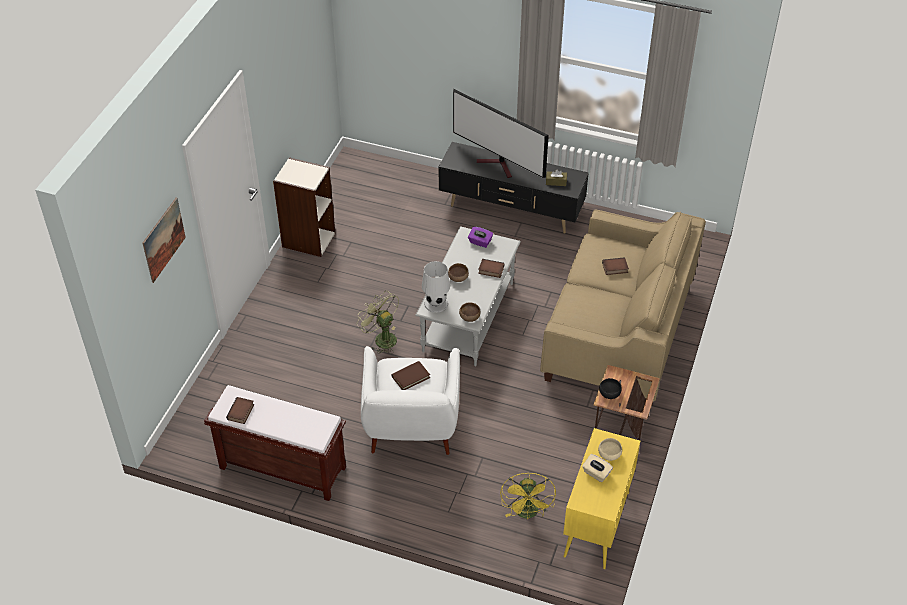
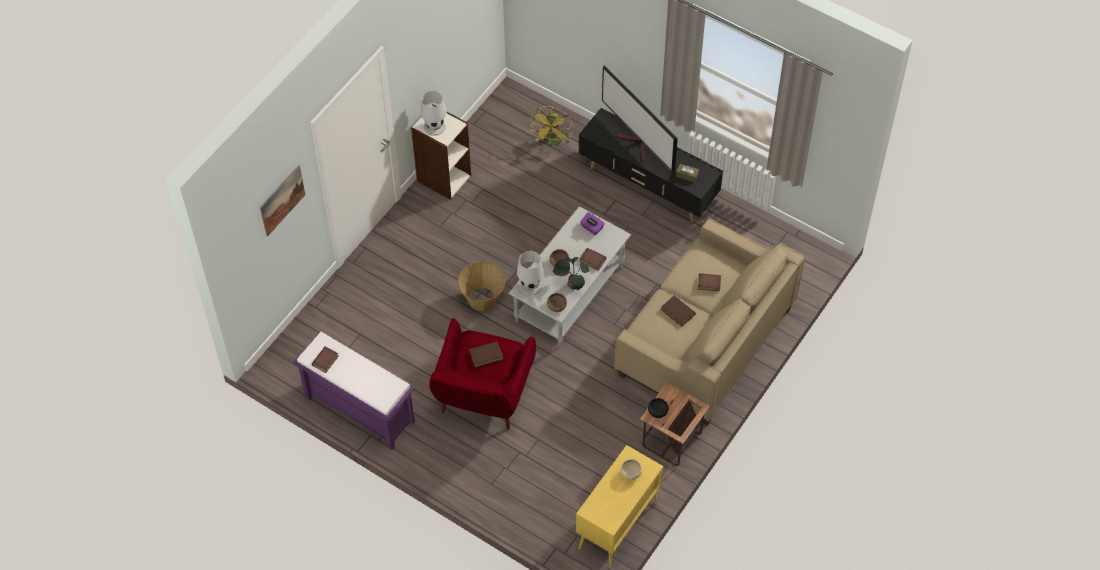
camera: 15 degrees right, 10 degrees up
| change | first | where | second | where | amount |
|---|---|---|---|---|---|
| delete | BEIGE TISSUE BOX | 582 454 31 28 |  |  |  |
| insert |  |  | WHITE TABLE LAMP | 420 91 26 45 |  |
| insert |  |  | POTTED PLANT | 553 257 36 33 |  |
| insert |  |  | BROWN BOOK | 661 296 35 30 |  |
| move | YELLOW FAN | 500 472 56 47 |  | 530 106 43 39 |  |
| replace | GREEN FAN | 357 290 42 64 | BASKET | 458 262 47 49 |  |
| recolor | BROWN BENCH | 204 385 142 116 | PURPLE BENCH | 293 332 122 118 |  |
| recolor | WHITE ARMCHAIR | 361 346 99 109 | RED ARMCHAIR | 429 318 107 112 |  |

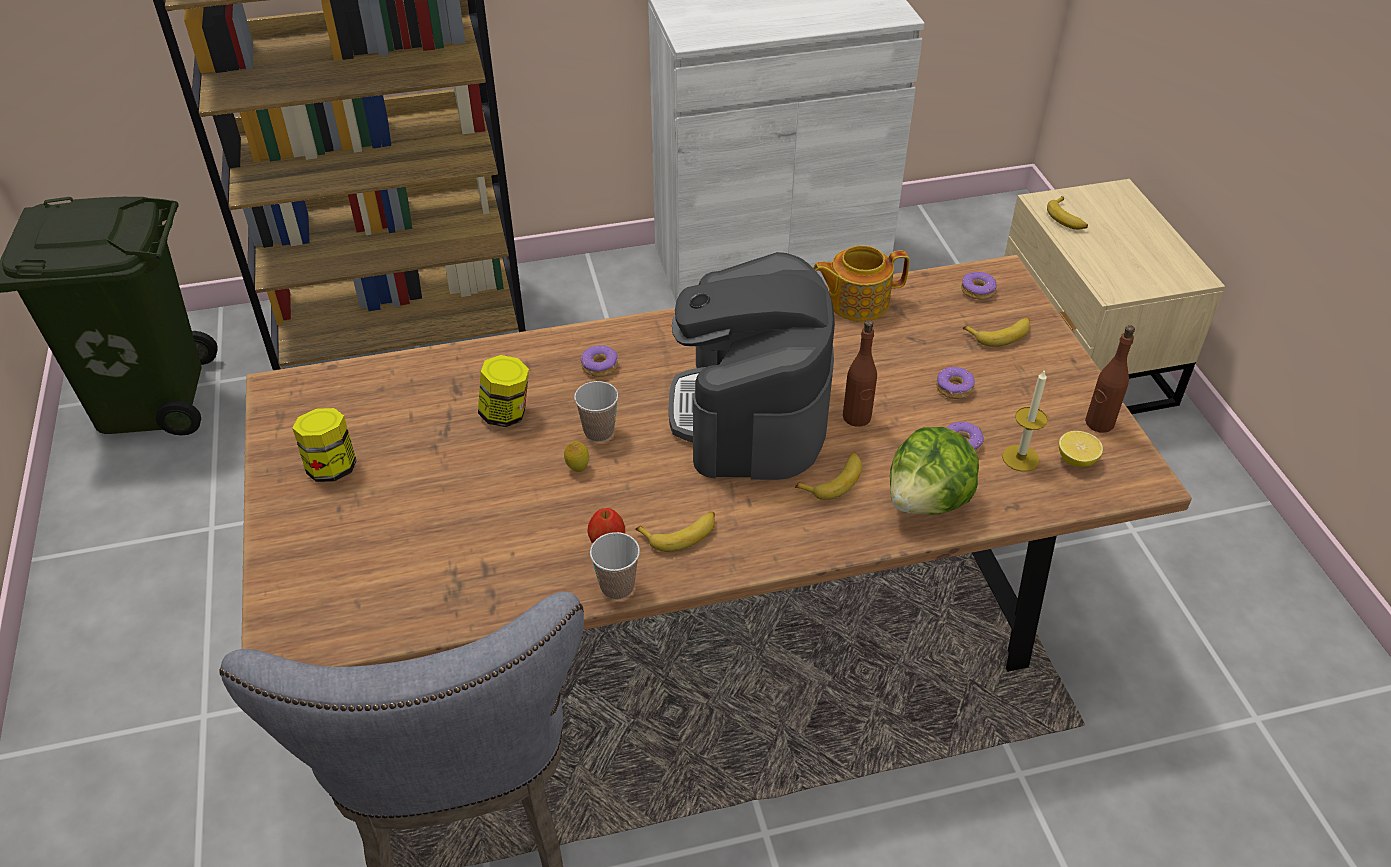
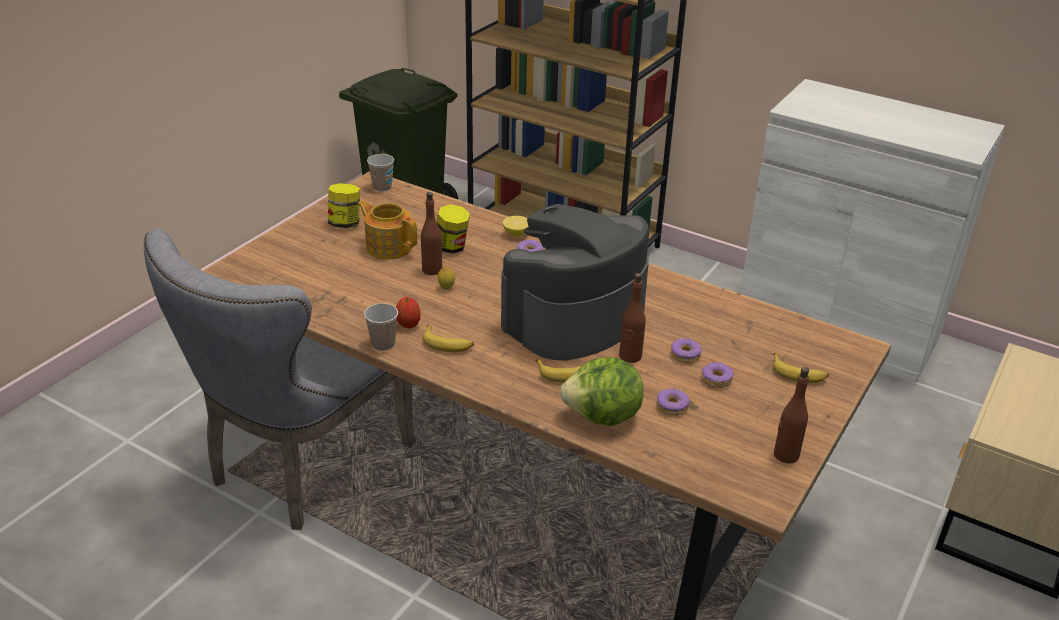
camera: 45 degrees right, 10 degrees down
| change | first | where | second | where | amount |
|---|---|---|---|---|---|
| delete | CANDLE | 1002 369 46 103 |  |  |  |
| delete | BANANA | 1047 196 41 34 |  |  |  |
| insert |  |  | BROWN BOTTLE | 421 192 21 83 |  |
| move | CUP | 574 381 44 61 |  | 367 154 27 37 |  |
| move | TEAPOT | 813 245 97 77 |  | 357 200 60 59 |  |
| move | DONUT | 961 272 36 28 |  | 671 338 31 25 |  |
| move | LEMON | 1059 431 44 36 |  | 503 216 26 20 |  |

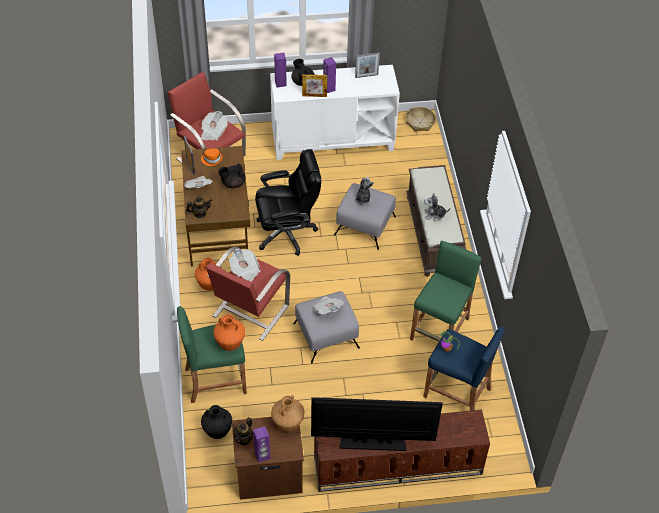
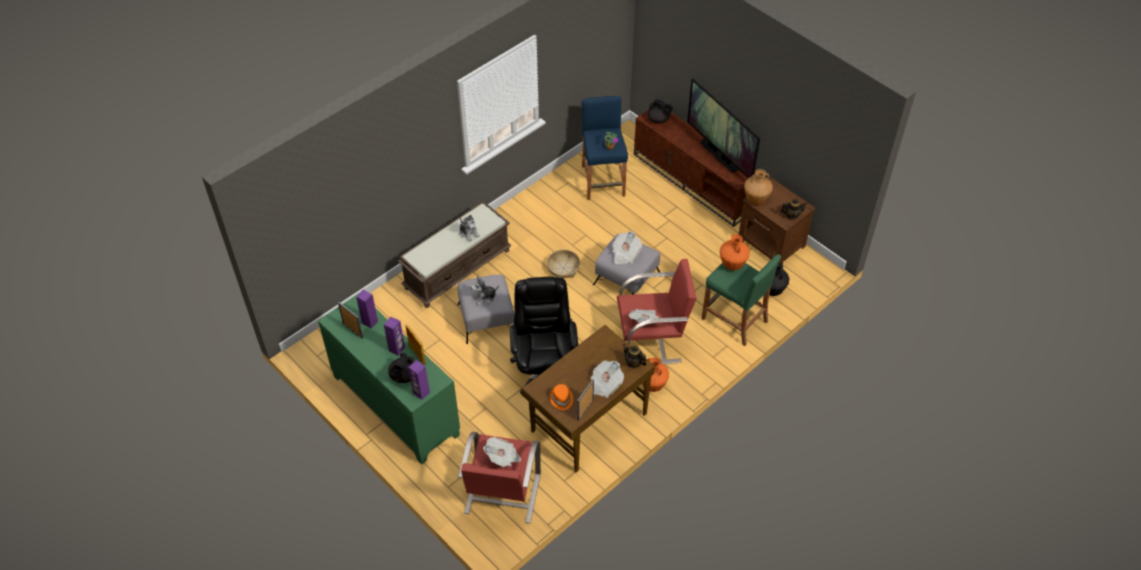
camera: 125 degrees left, 0 degrees up
| change | first | where | second | where | amount |
|---|---|---|---|---|---|
| delete | GREEN STOOL | 410 241 72 100 |  |  |  |
| move | BLACK TEAPOT | 218 163 28 25 |  | 648 99 25 24 |  |
| move | PURPLE SPEAKER | 253 426 17 36 |  | 356 290 22 38 |  |
| move | BASKET | 406 107 30 25 |  | 547 250 33 28 |  |
| recolor | WHITE CABINET | 270 65 130 95 | GREEN CABINET | 318 294 142 171 |  |
| rotate | BLACK OFFICE CHAIR | 255 149 66 107 |  | 510 277 68 118 | 45 degrees clockwise |

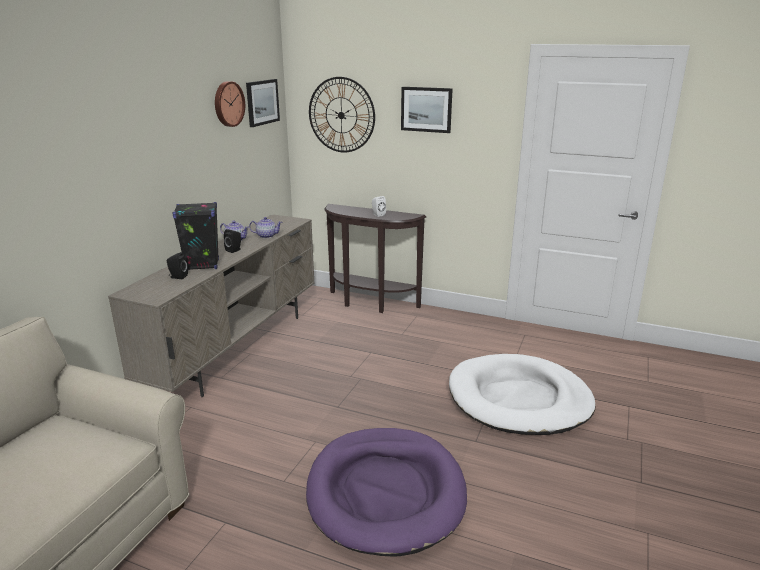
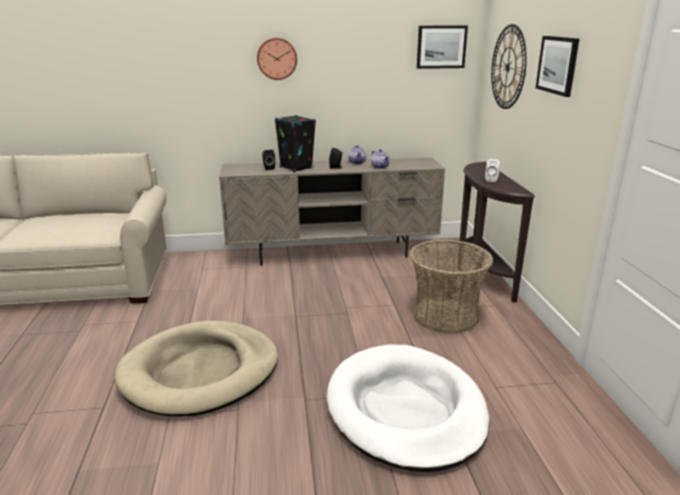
camera: 60 degrees right, 0 degrees up
| change | first | where | second | where | amount |
|---|---|---|---|---|---|
| insert |  |  | BASKET | 409 239 84 94 |  |
| move | WALL CLOCK | 215 81 30 46 |  | 257 38 40 42 |  |
| recolor | PURPLE DOG BED | 306 428 161 128 | BEIGE DOG BED | 115 321 163 95 |  |

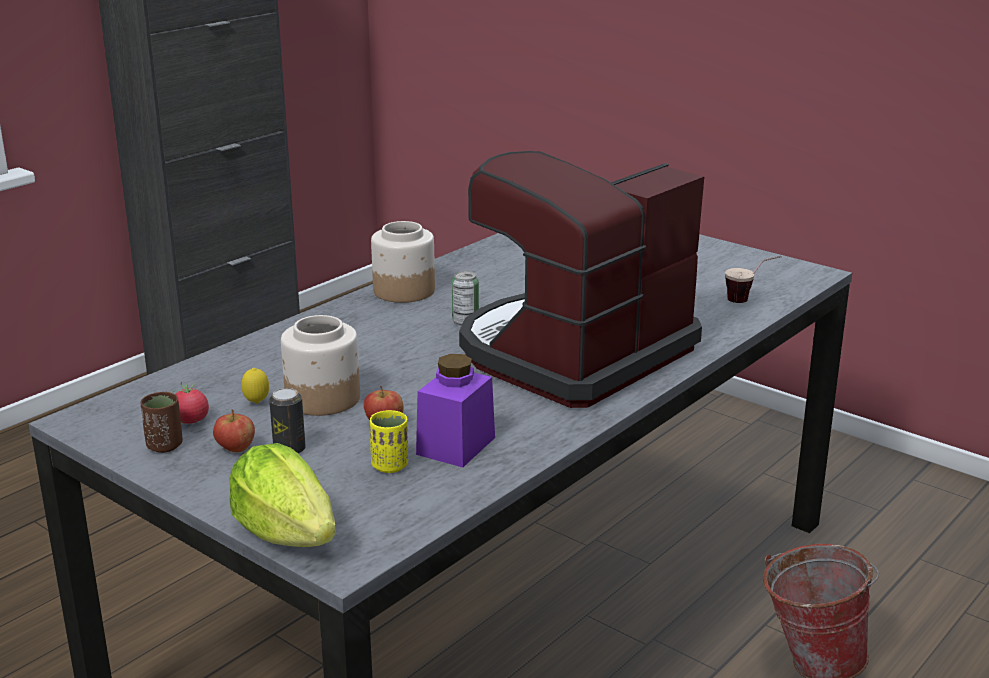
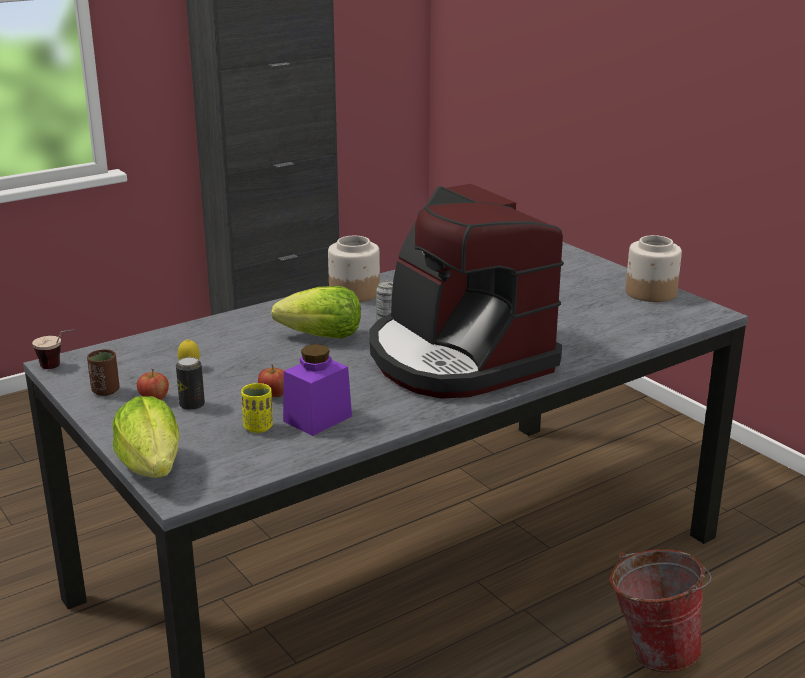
camera: 15 degrees right, 0 degrees up
| change | first | where | second | where | amount |
|---|---|---|---|---|---|
| delete | TOMATO | 175 382 34 42 |  |  |  |
| insert |  |  | LETTUCE | 271 286 90 52 |  |
| move | JAR | 281 315 79 101 |  | 626 235 56 67 |  |
| move | CUP | 725 256 56 47 |  | 32 329 43 40 |  |
| rotate | COFFEE MACHINE | 459 151 245 257 |  | 370 184 194 215 | 90 degrees counterclockwise |

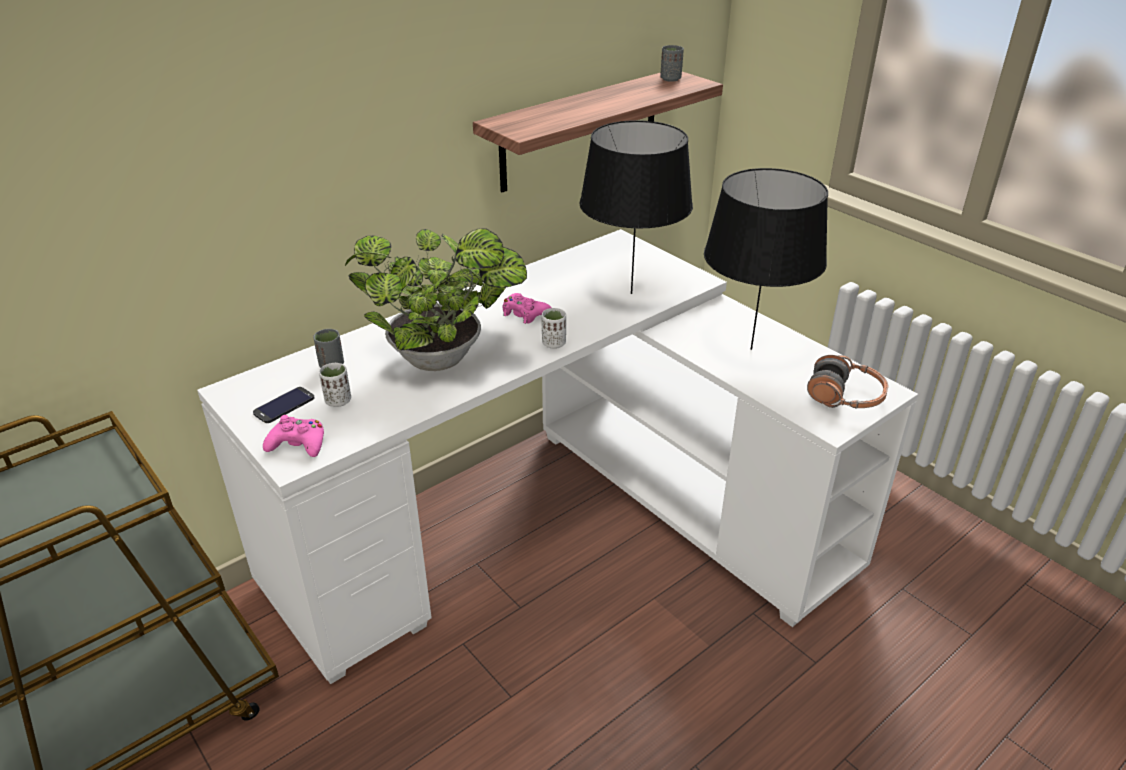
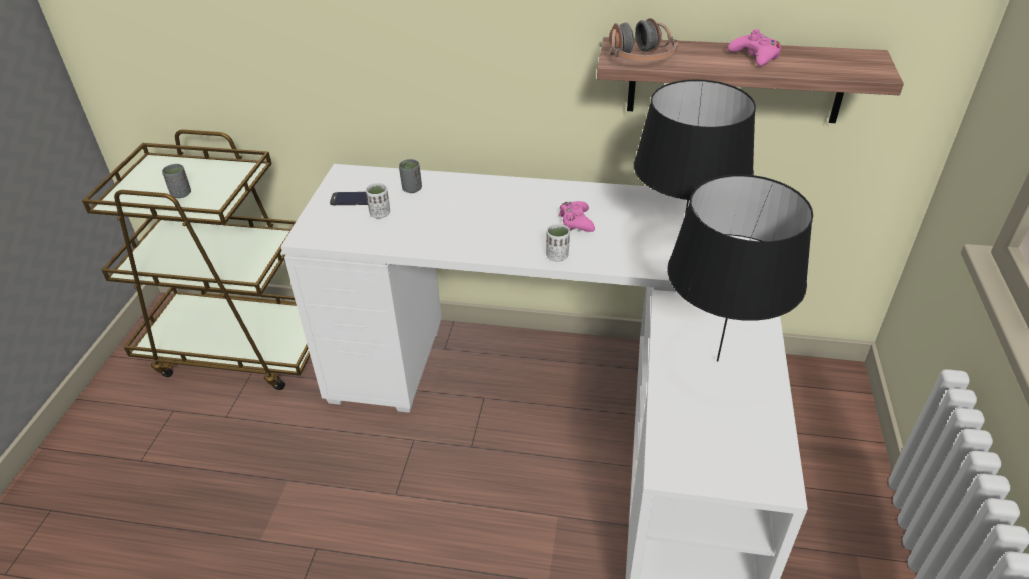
camera: 50 degrees right, 5 degrees up
| change | first | where | second | where | amount |
|---|---|---|---|---|---|
| delete | POTTED PLANT | 345 228 182 143 |  |  |  |
| move | PINK GAME CONTROLLER | 263 415 61 42 |  | 728 29 53 37 |  |
| move | GREY CUP | 660 45 24 37 |  | 162 164 29 34 |  |
| move | HEADPHONES | 807 355 81 54 |  | 609 18 69 44 |  |

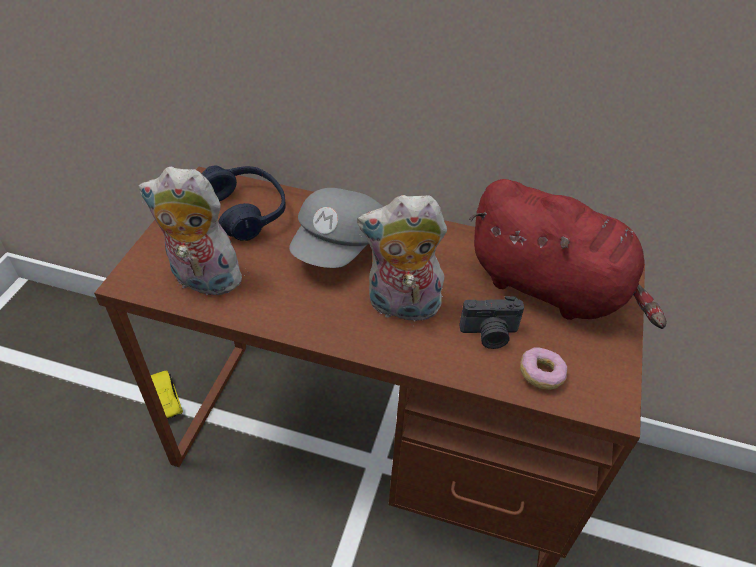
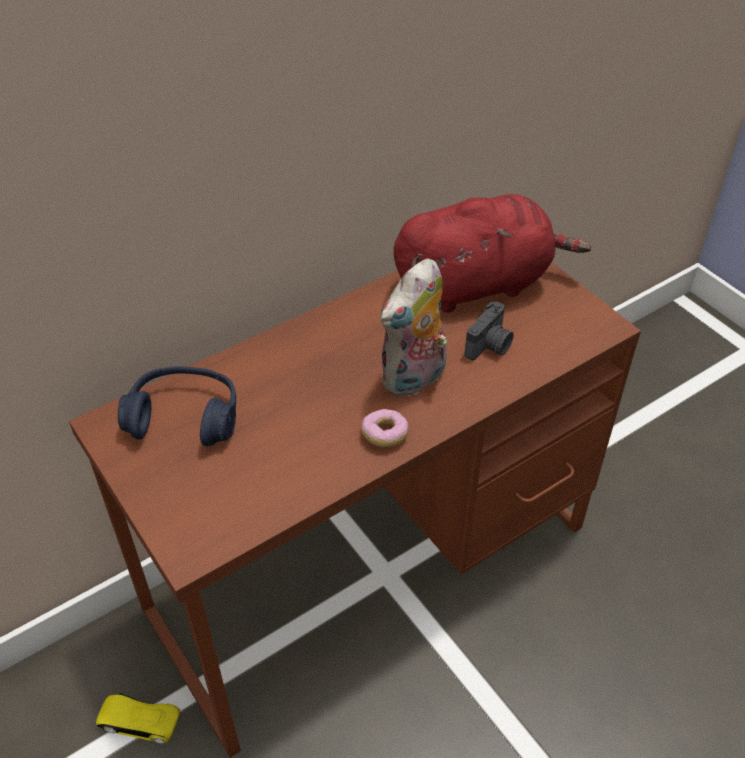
camera: 50 degrees left, 0 degrees up
| change | first | where | second | where | amount |
|---|---|---|---|---|---|
| delete | PLUSH TOY | 138 166 107 129 |  |  |  |
| delete | GREY CAP | 289 188 94 80 |  |  |  |
| move | DONUT | 520 347 47 43 |  | 361 409 48 38 |  |

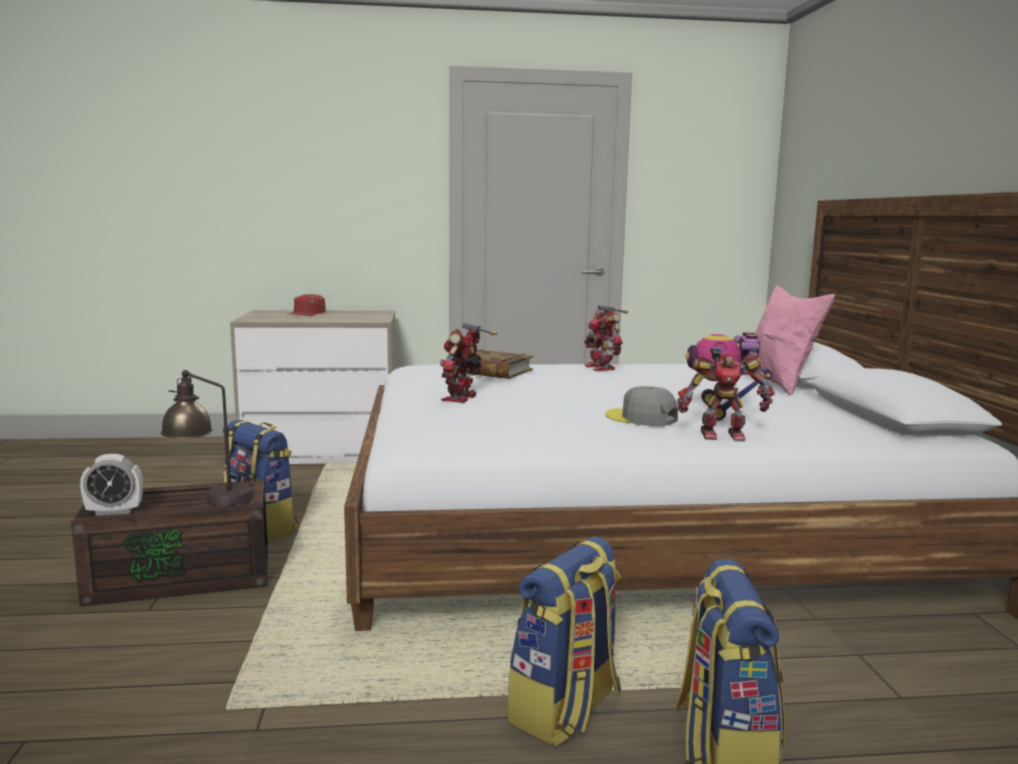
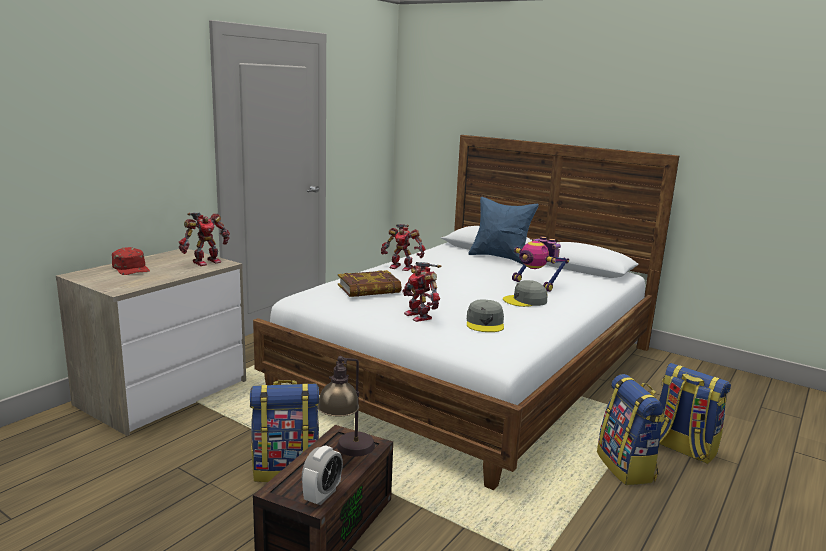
camera: 50 degrees left, 5 degrees up
| change | first | where | second | where | amount |
|---|---|---|---|---|---|
| insert |  |  | GREY CAP | 467 300 37 32 |  |
| move | TOY ROBOT | 677 347 97 94 |  | 179 212 51 54 |  |
| recolor | PINK PILLOW | 742 285 93 111 | BLUE PILLOW | 468 197 71 68 |  |

